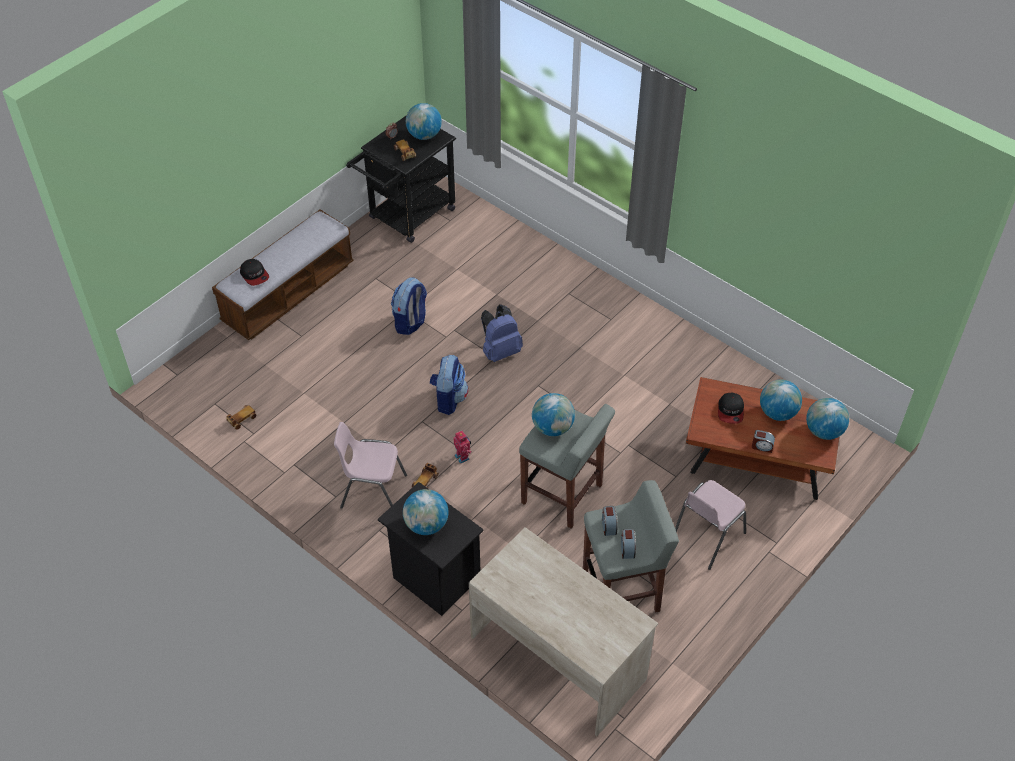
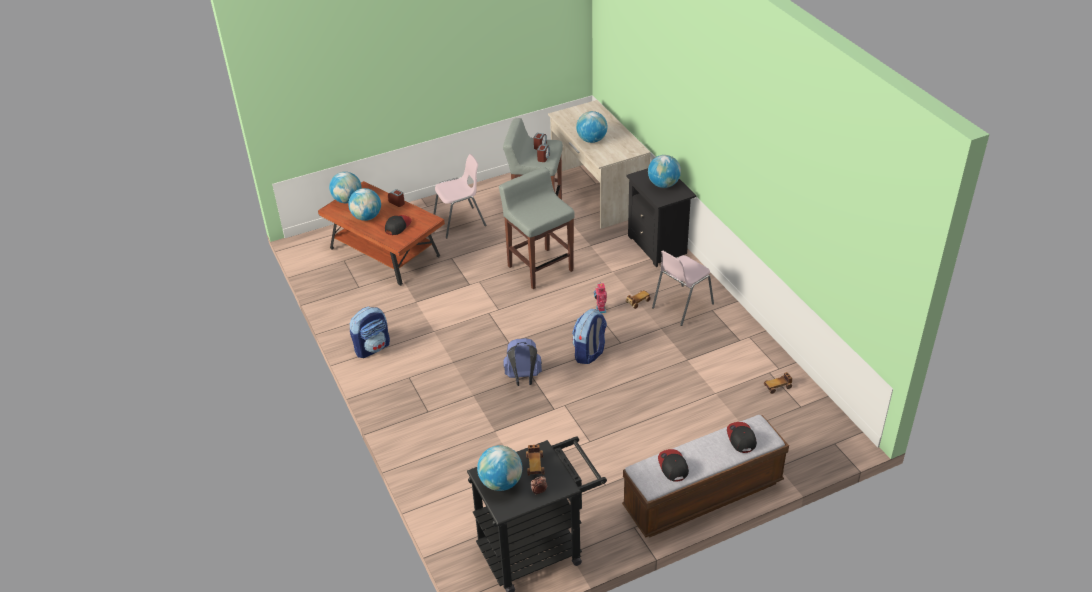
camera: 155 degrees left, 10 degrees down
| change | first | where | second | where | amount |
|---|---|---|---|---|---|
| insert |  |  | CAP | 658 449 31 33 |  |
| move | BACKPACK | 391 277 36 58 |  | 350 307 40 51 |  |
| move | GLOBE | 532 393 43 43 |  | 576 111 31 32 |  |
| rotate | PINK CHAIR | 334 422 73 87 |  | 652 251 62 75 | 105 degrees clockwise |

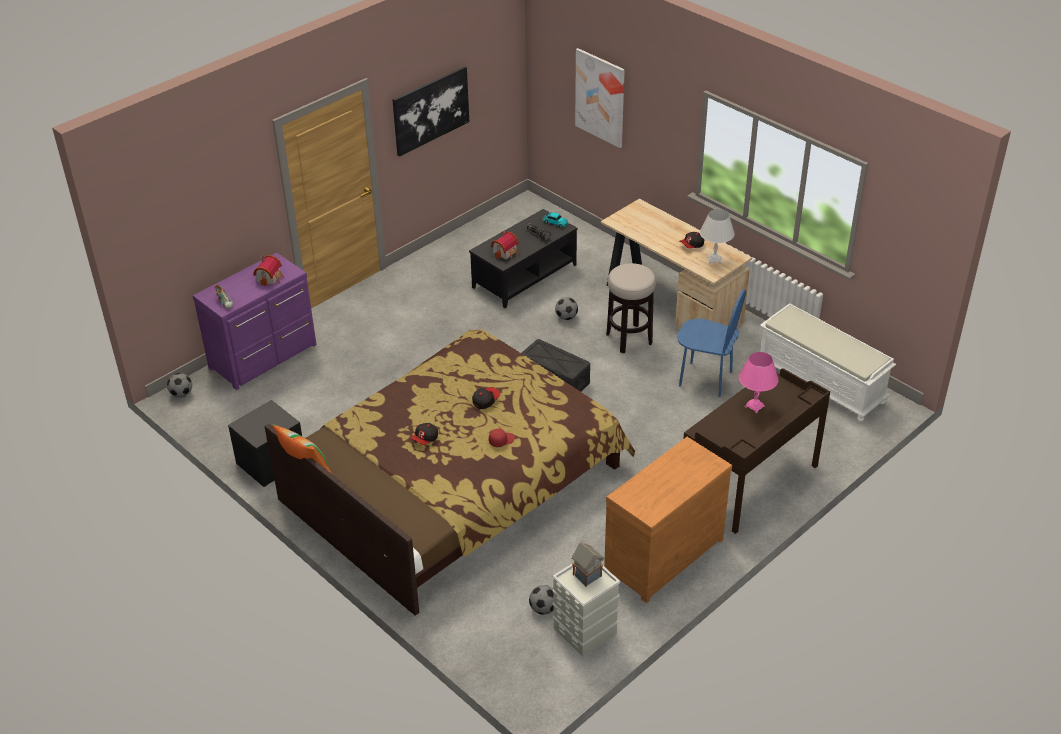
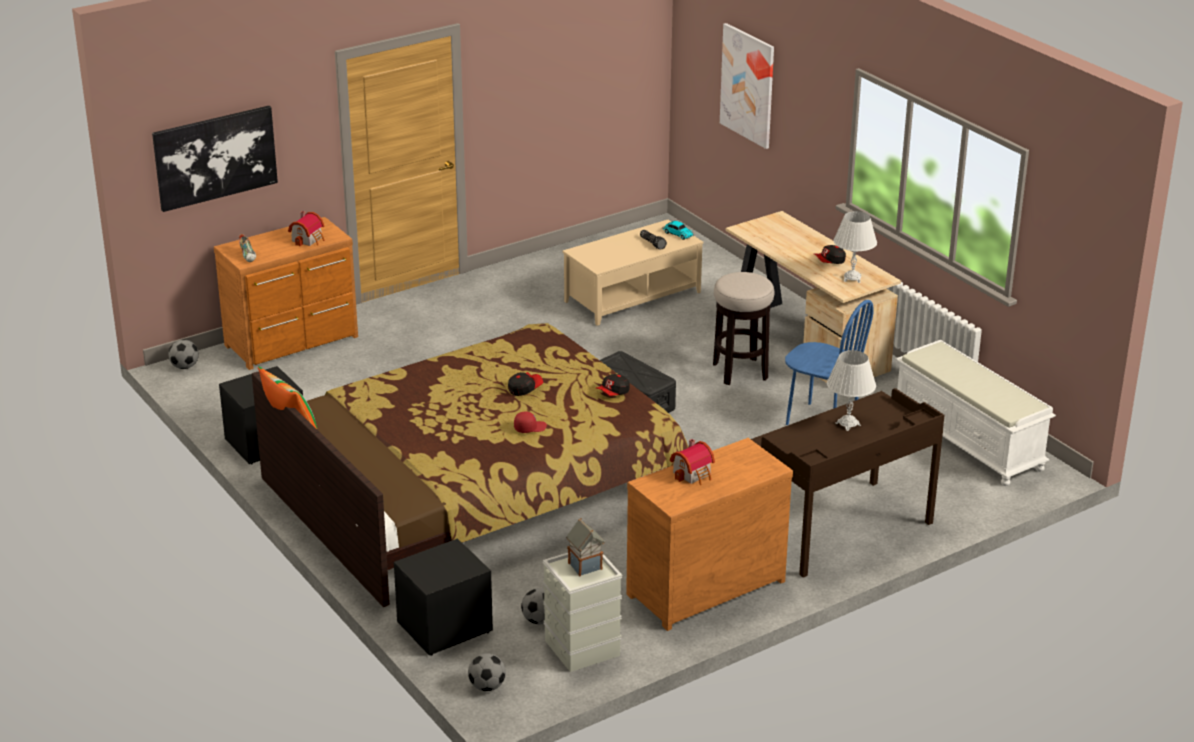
camera: 10 degrees right, 10 degrees down
| change | first | where | second | where | amount |
|---|---|---|---|---|---|
| insert |  |  | BLACK NIGHTSTAND | 394 538 99 118 |  |
| move | PICTURE | 392 66 77 90 |  | 152 106 126 106 |  |
| move | CAP | 410 423 28 22 |  | 596 374 34 22 |  |
| move | TOY HOUSE | 491 231 28 28 |  | 670 439 45 46 |  |
| move | FOOTBALL | 555 297 23 23 |  | 468 653 38 38 |  |
| recolor | PURPLE DRESSER | 193 253 124 137 | BROWN DRESSER | 214 217 144 153 |  |
| recolor | BLACK COFFEE TABLE | 469 209 109 99 | BEIGE COFFEE TABLE | 562 220 141 106 |  |
| recolor | PINK TABLE LAMP | 739 352 39 61 | WHITE TABLE LAMP | 827 350 49 81 |  |

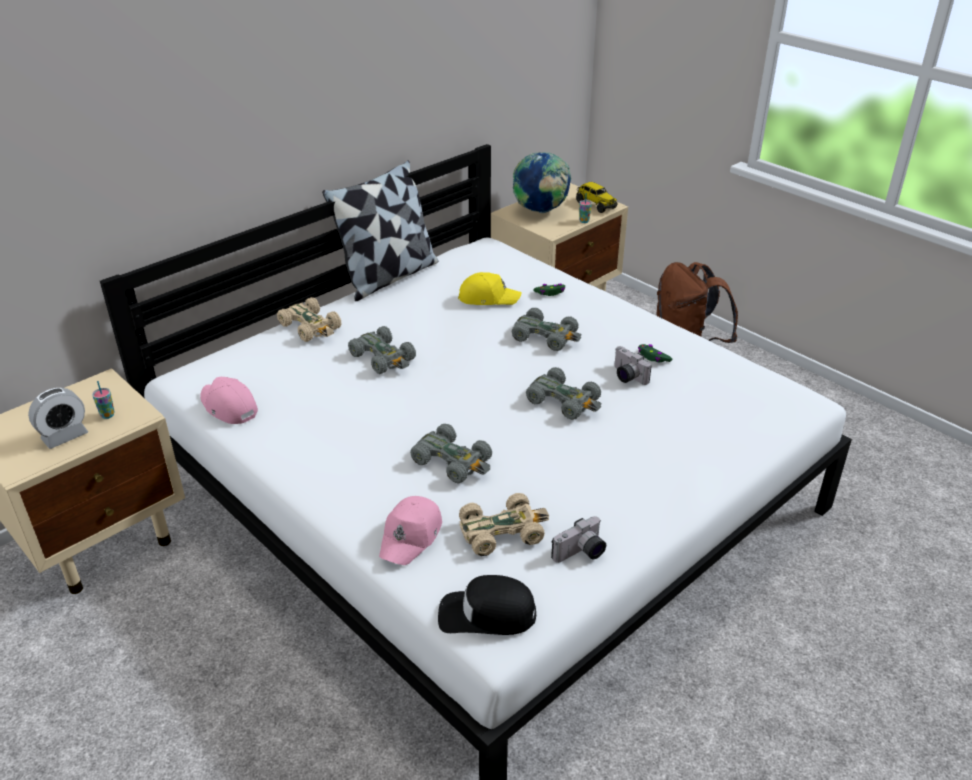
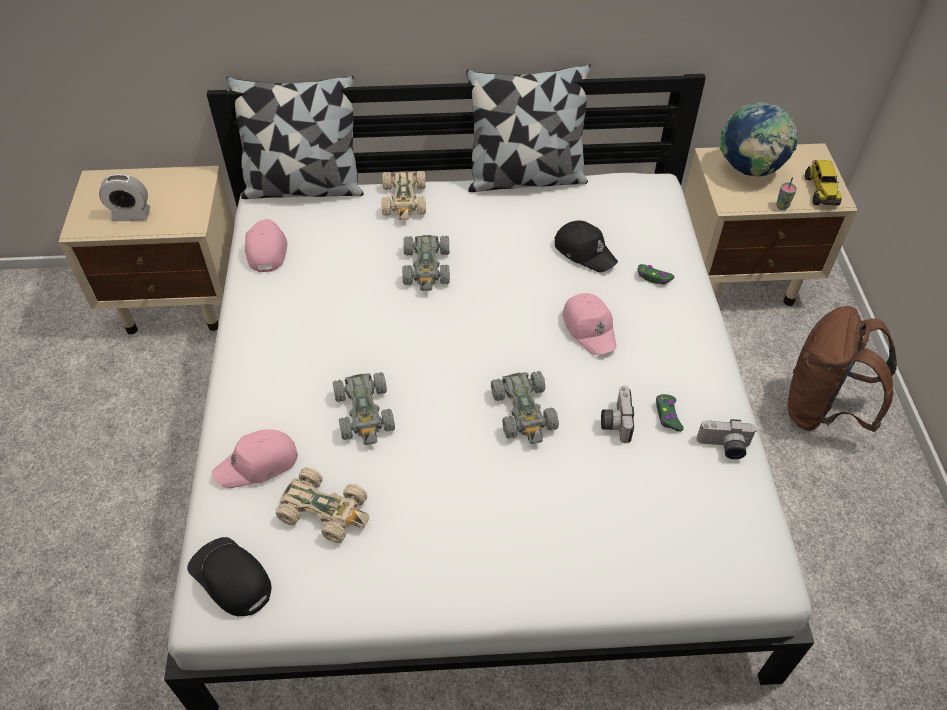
camera: 40 degrees right, 15 degrees up
| change | first | where | second | where | amount |
|---|---|---|---|---|---|
| delete | CUP | 92 381 23 38 |  |  |  |
| insert |  |  | PILLOW | 226 76 138 123 |  |
| move | PHOTO CAMERA | 551 516 55 47 |  | 697 419 59 40 |  |
| replace | GREY TOY CAR | 511 308 71 43 | PINK CAP | 562 293 55 62 |  |
| recolor | YELLOW CAP | 458 272 64 33 | BLACK CAP | 554 221 64 52 |  |

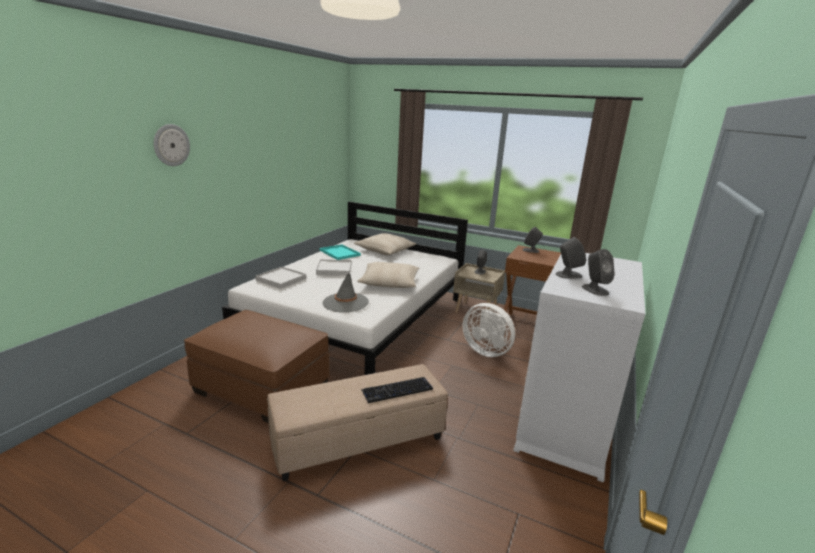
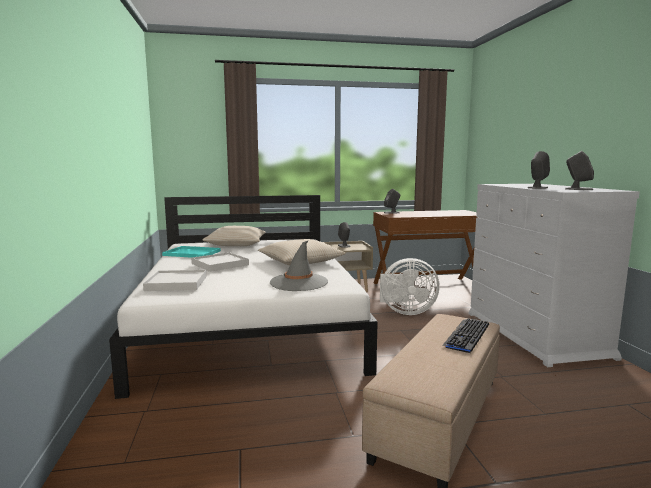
camera: 35 degrees left, 10 degrees down
| change | first | where | second | where | amount |
|---|---|---|---|---|---|
| delete | WALL CLOCK | 154 124 36 42 |  |  |  |
| delete | BROWN OTTOMAN | 184 310 146 113 |  |  |  |

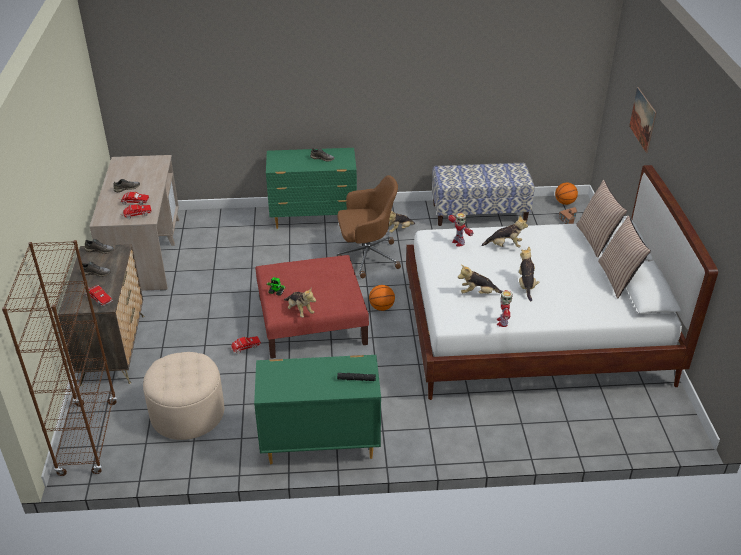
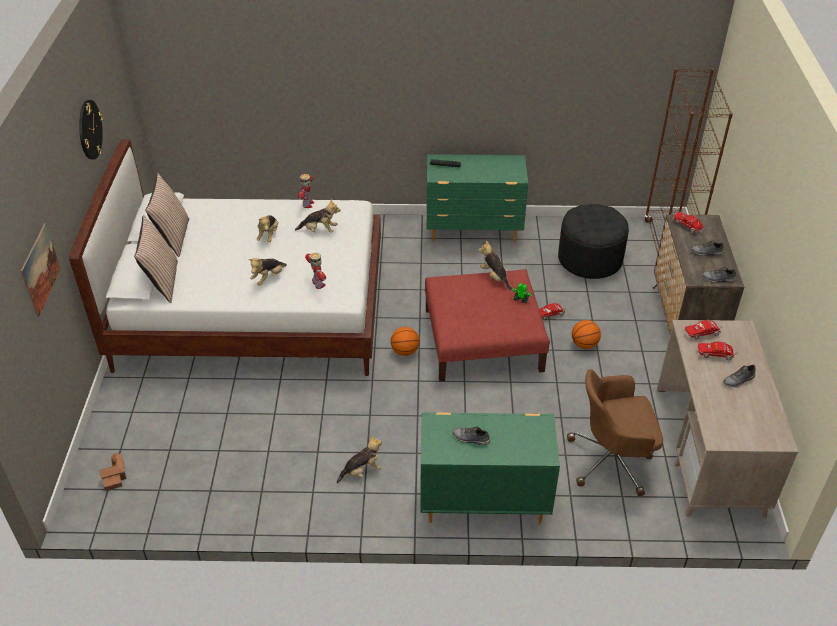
camera: 175 degrees left, 5 degrees up
| change | first | where | second | where | amount |
|---|---|---|---|---|---|
| delete | BENCH | 432 163 102 63 |  |  |  |
| insert |  |  | WALL CLOCK | 79 100 24 60 |  |
| move | BROWN OFFICE CHAIR | 337 175 64 103 |  | 567 369 96 127 |  |
| move | BASKETBALL | 555 183 23 22 |  | 572 320 29 29 |  |
| recolor | BEIGE OTTOMAN | 143 352 81 88 | BLACK OTTOMAN | 558 204 71 75 |  |
| rotate | PLUSH TOY | 481 215 47 32 |  | 248 258 39 28 | 60 degrees counterclockwise |

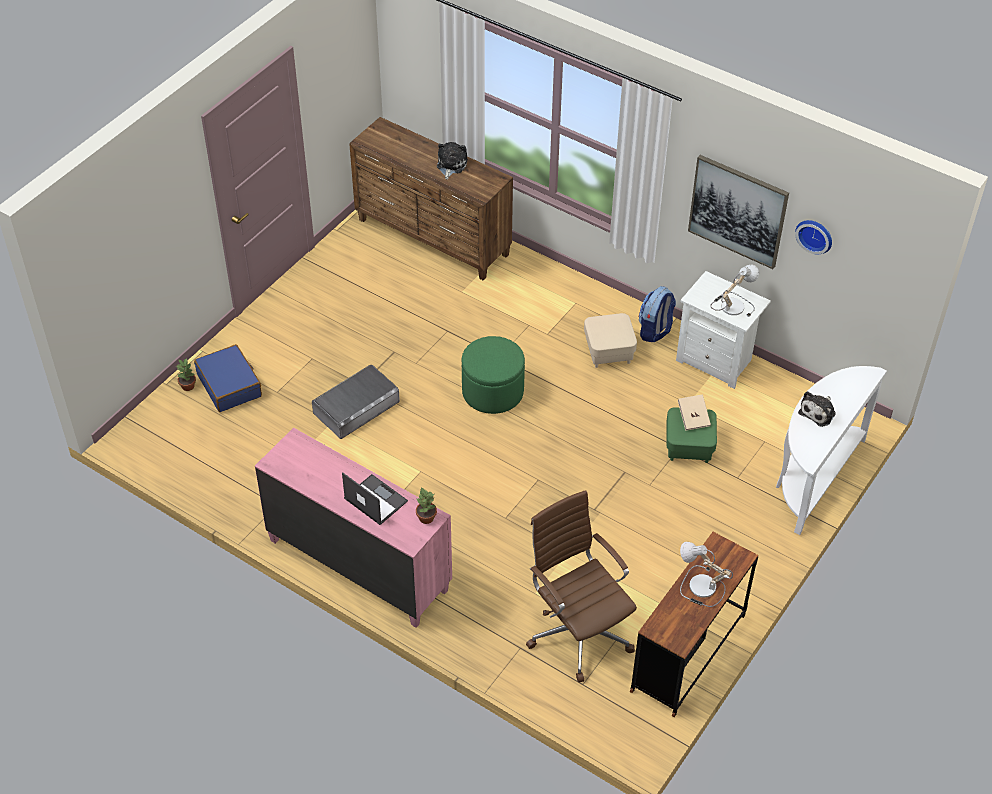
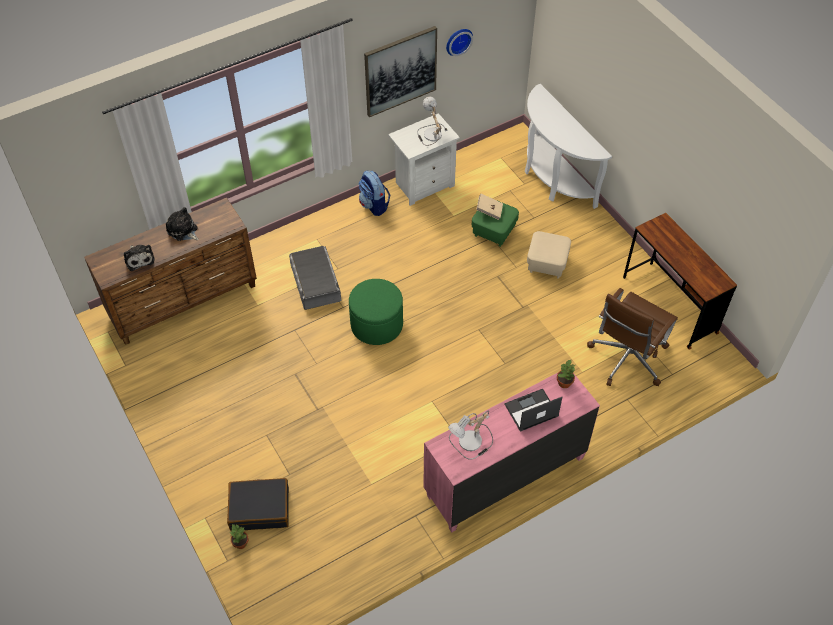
camera: 65 degrees left, 5 degrees up
| change | first | where | second | where | amount |
|---|---|---|---|---|---|
| move | GREY STORAGE BOX | 312 365 88 74 |  | 289 246 52 64 |  |
| move | BEIGE OTTOMAN | 584 313 53 55 |  | 527 231 44 47 |  |
| move | TABLE LAMP | 680 542 53 65 |  | 448 411 45 49 |  |
| move | PLUSH TOY | 798 391 38 36 |  | 124 245 31 26 |  |
| recolor | BLUE SUITCASE | 194 344 68 68 | BLACK SUITCASE | 227 478 62 53 |  |
| rotate | BROWN OFFICE CHAIR | 526 490 111 193 |  | 587 288 91 98 | 45 degrees counterclockwise |

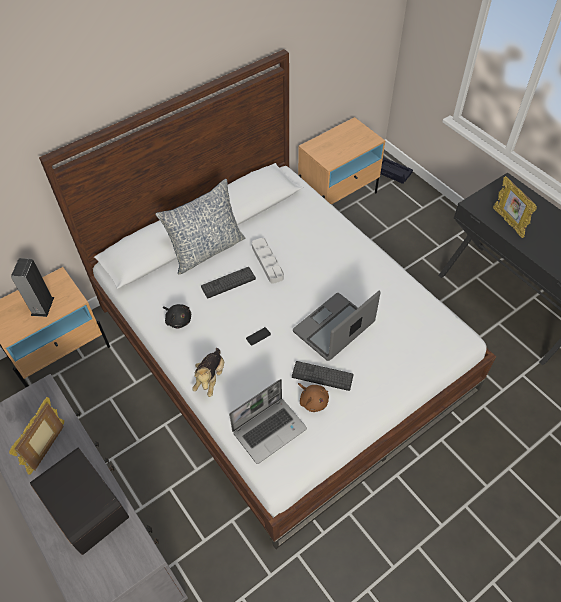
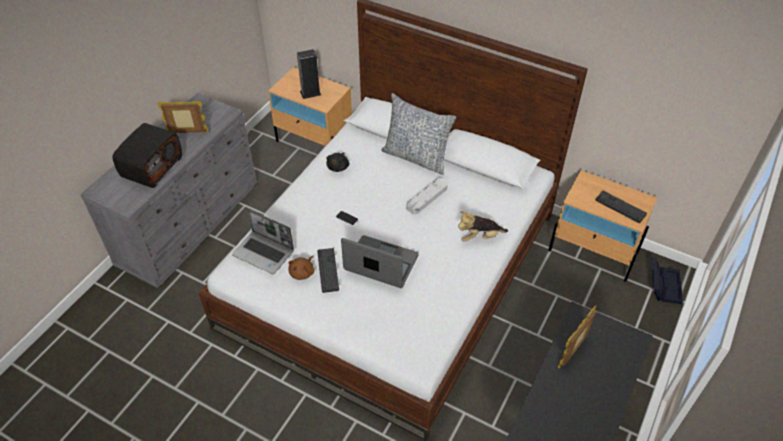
camera: 65 degrees right, 5 degrees down
| change | first | where | second | where | amount |
|---|---|---|---|---|---|
| move | PLUSH TOY | 192 348 32 49 |  | 458 211 50 31 |  |
| move | KEYBOARD | 201 267 55 32 |  | 595 191 52 32 |  |

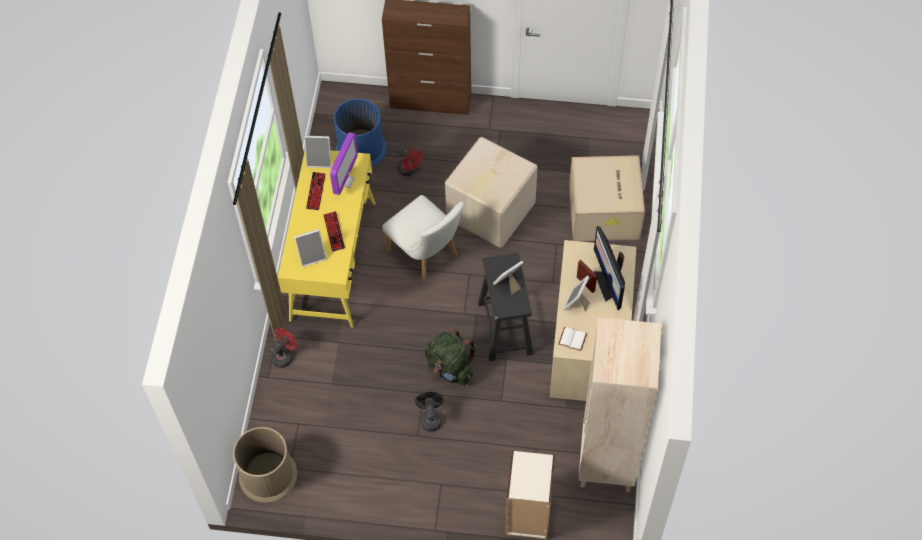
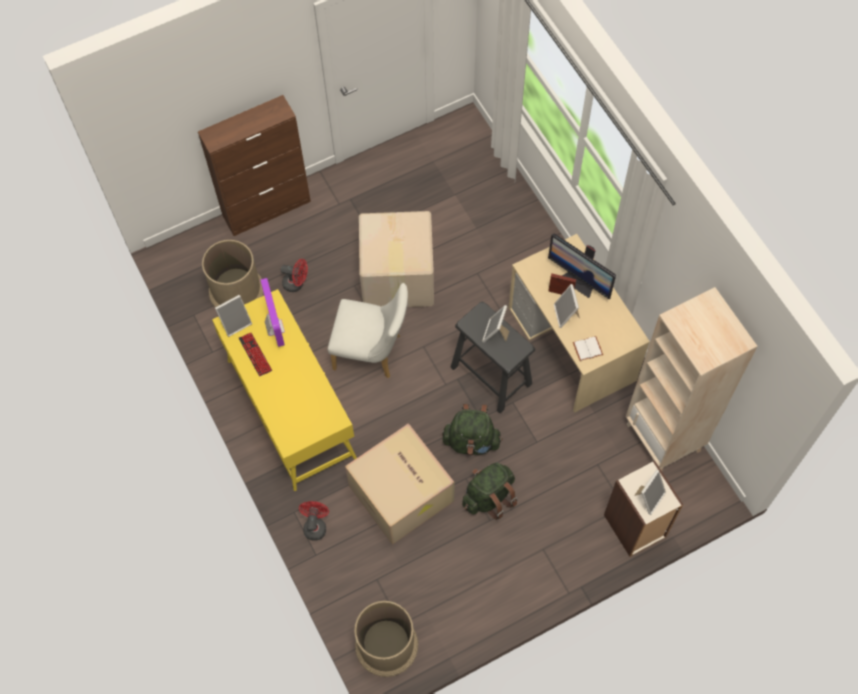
camera: 35 degrees left, 5 degrees up
| change | first | where | second | where | amount |
|---|---|---|---|---|---|
| delete | KEYBOARD | 324 211 21 40 |  |  |  |
| move | PICTURE FRAME | 294 229 33 38 |  | 634 470 32 45 |  |
| move | CARDBOARD BOX | 569 155 76 86 |  | 345 423 110 122 |  |
| replace | BLACK FAN | 415 392 29 39 | GREEN BACKPACK | 462 462 56 58 |  |
| recolor | BLUE TRASH CAN | 334 98 53 69 | BROWN TRASH CAN | 202 240 62 67 |  |

